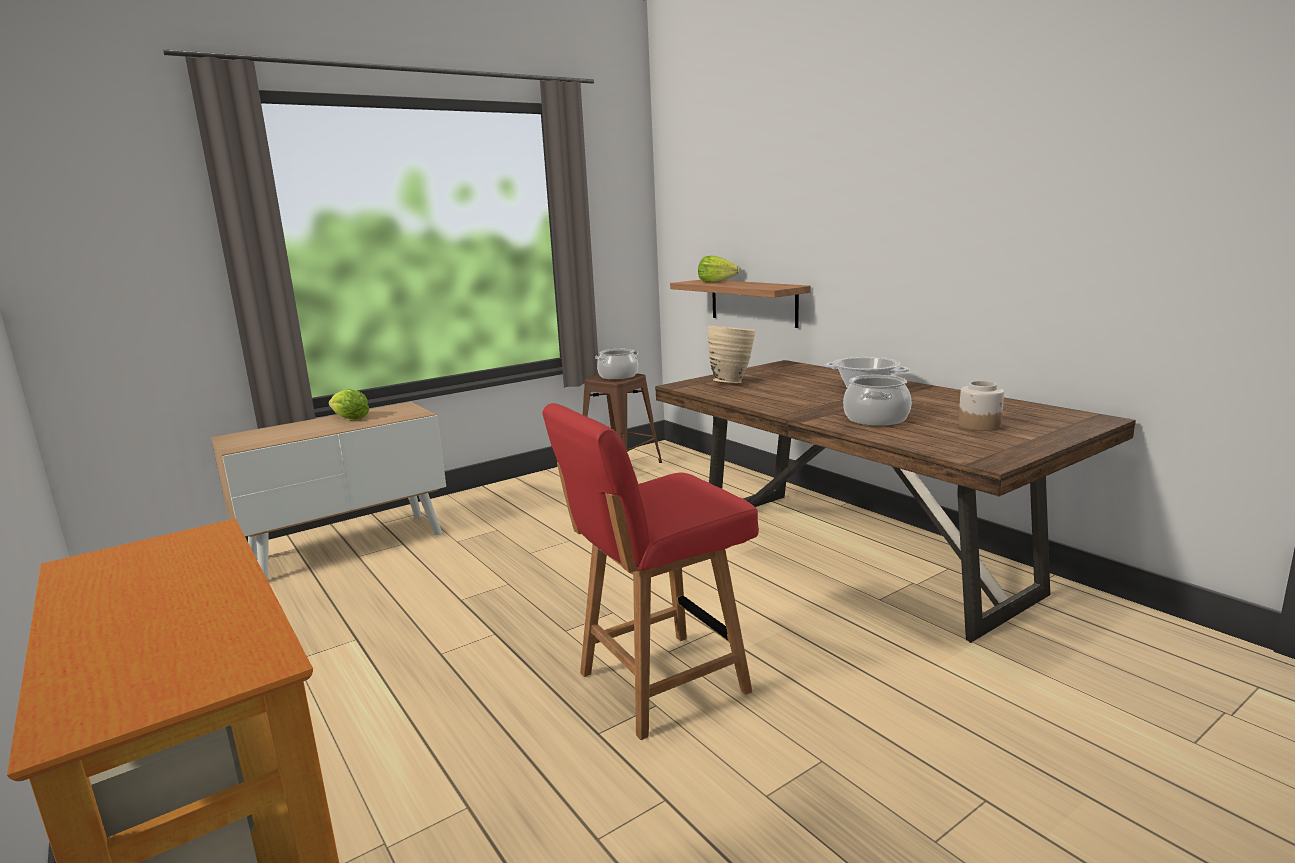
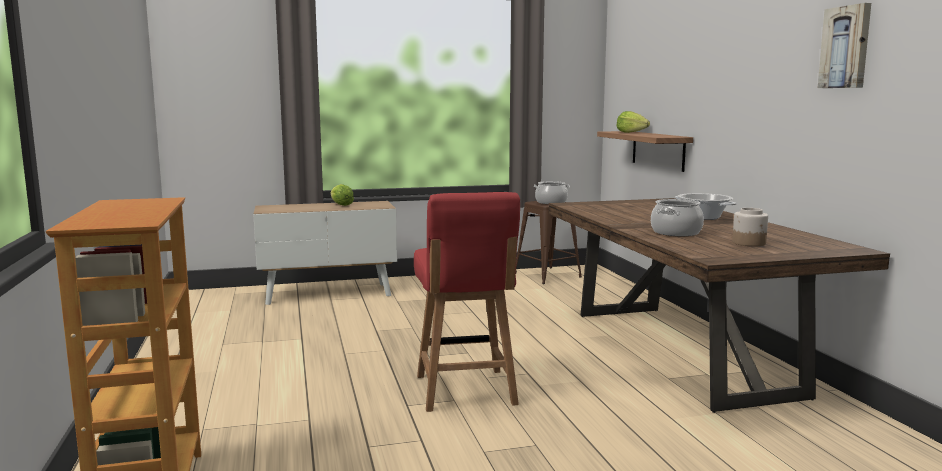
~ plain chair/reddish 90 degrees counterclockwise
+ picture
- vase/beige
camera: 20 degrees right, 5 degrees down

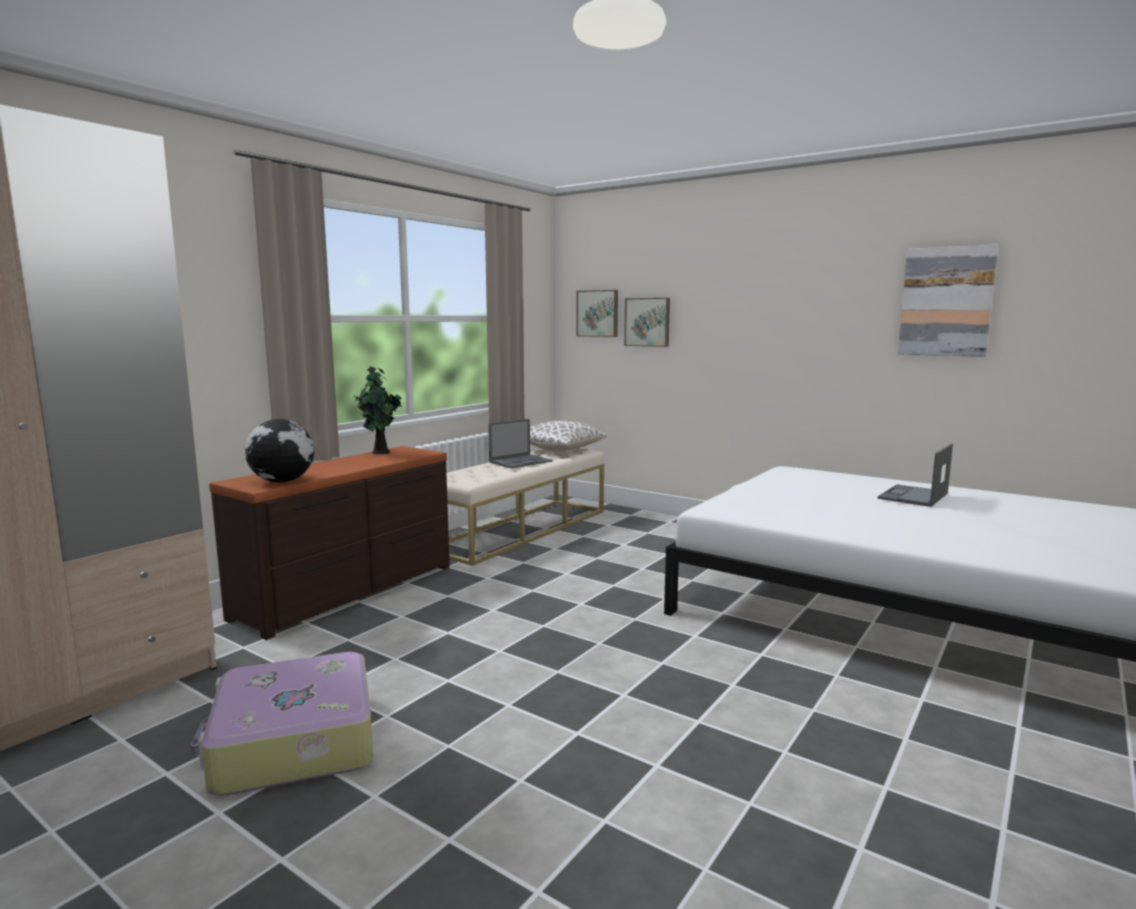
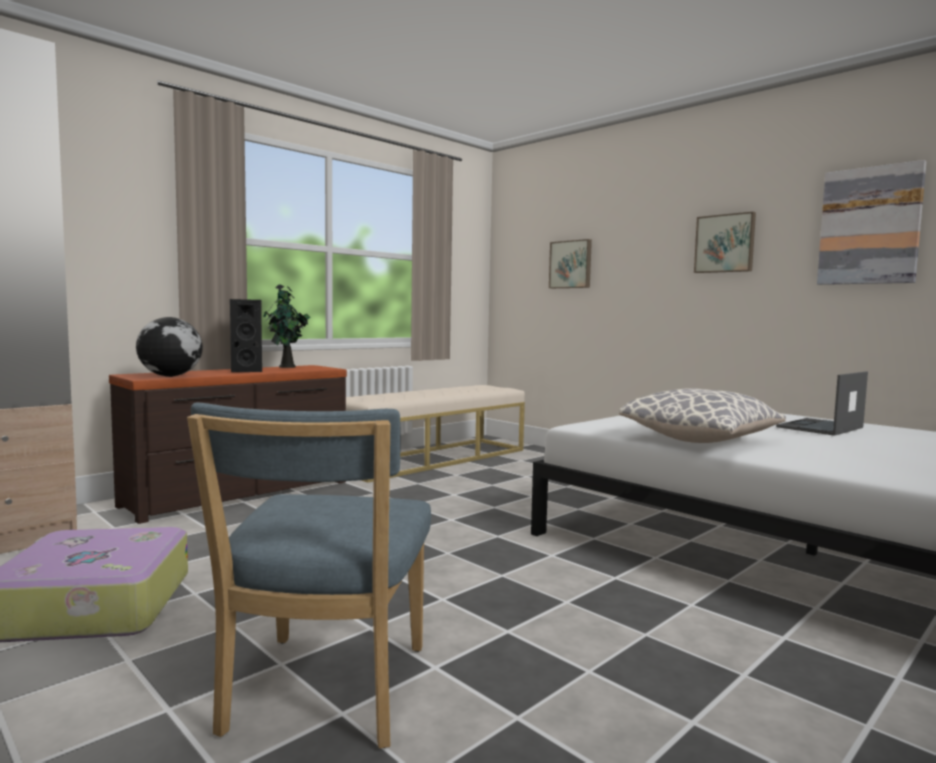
+ plain chair/blue-coloured
+ audio speaker/black-coloured
~ cushion
~ picture (1st from left in the first image) to picture (2nd from left)
- laptop (1st from left)
camera: 10 degrees right, 5 degrees down

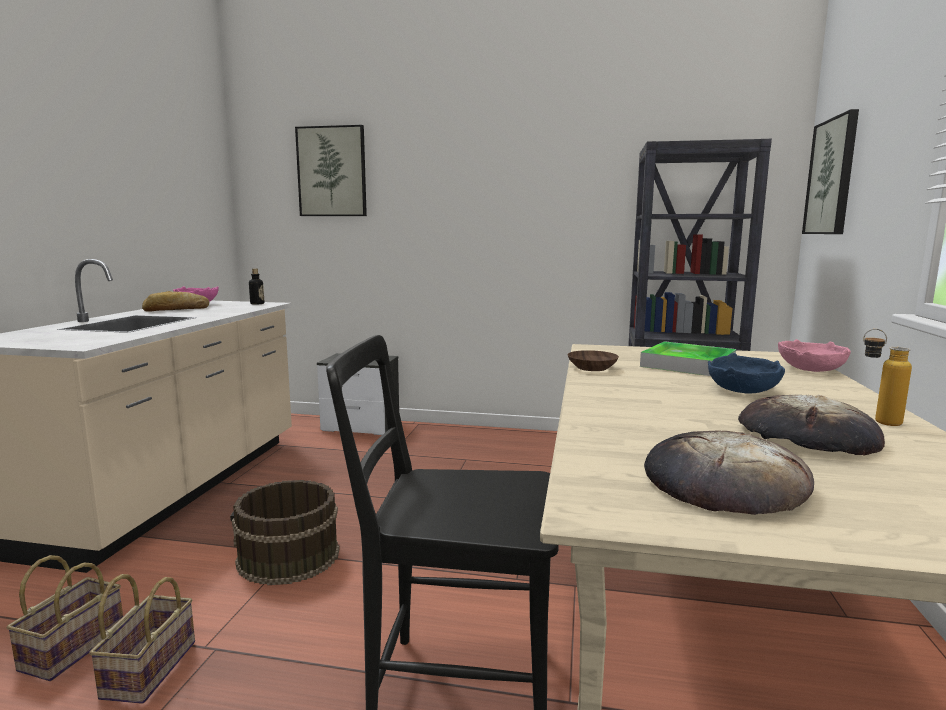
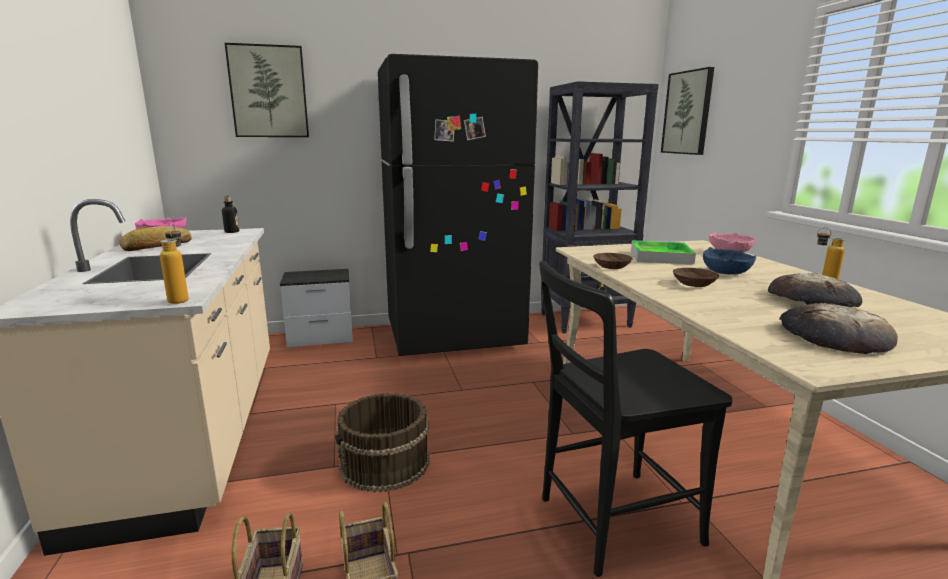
+ bottle (1st from left)
+ kitchen fridge/black-coloured
+ bowl/brown (2nd from left)
camera: 25 degrees left, 5 degrees up

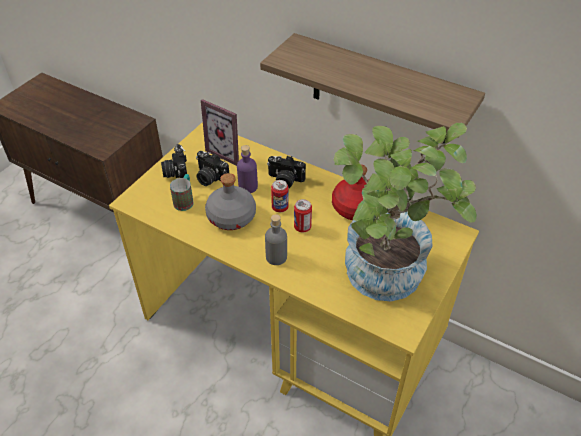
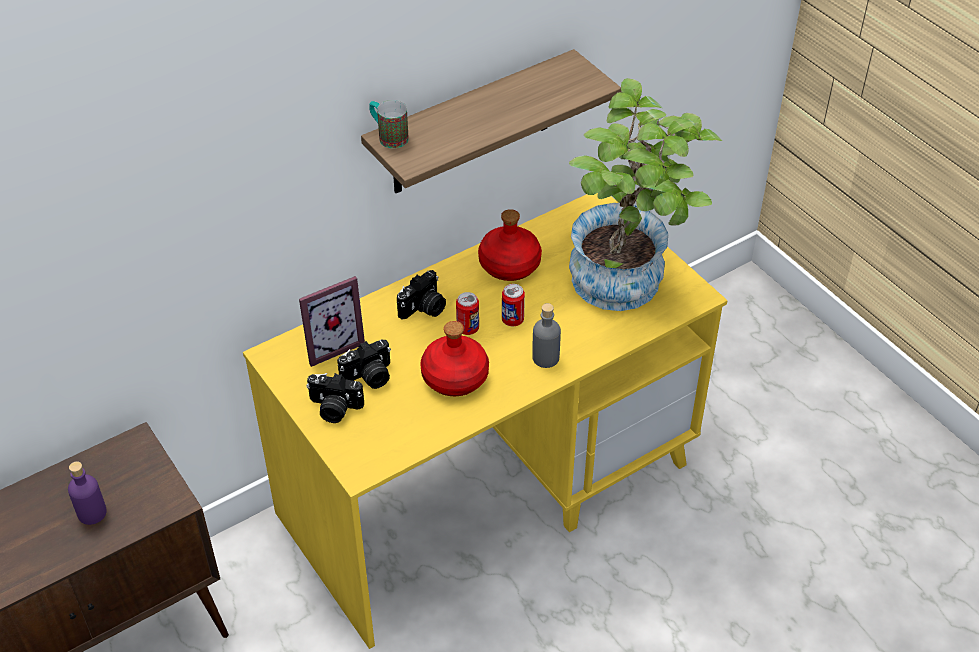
~ bottle/purple
~ mug
~ bottle/greyish (1st from left) to bottle/reddish (1st from left)
camera: 65 degrees left, 0 degrees up

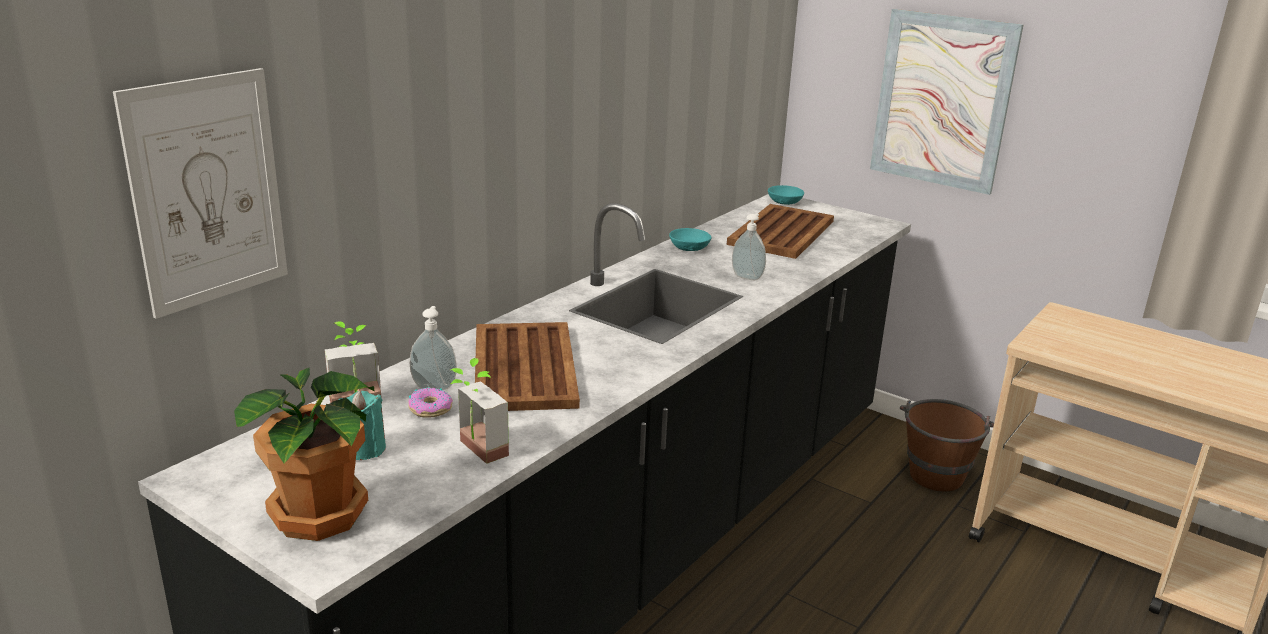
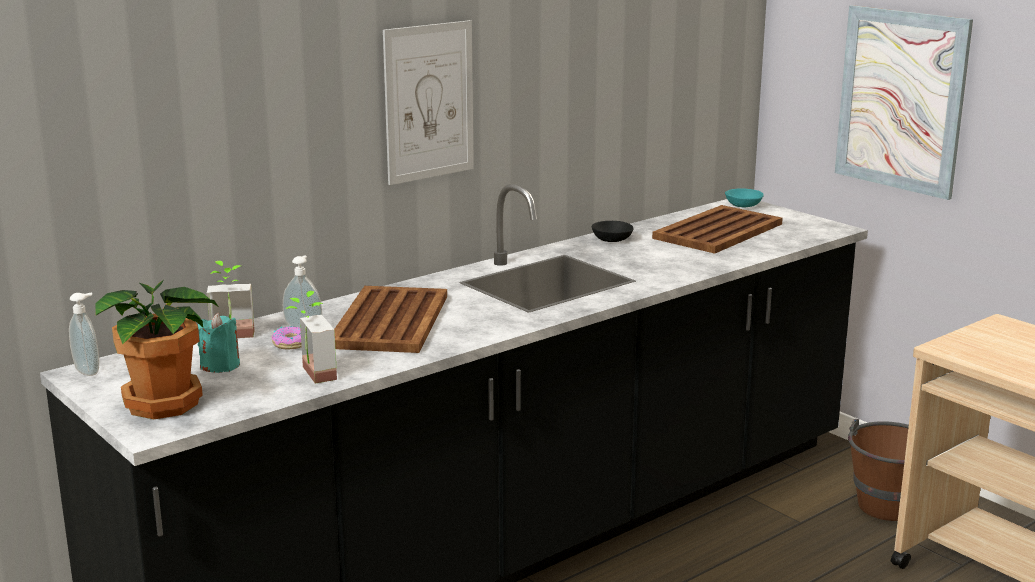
~ soap dispenser (2nd from left in the first image) to soap dispenser (1st from left)
~ picture (1st from left)
~ bowl/turquoise (1st from left) to bowl/black-coloured
camera: 15 degrees right, 5 degrees down

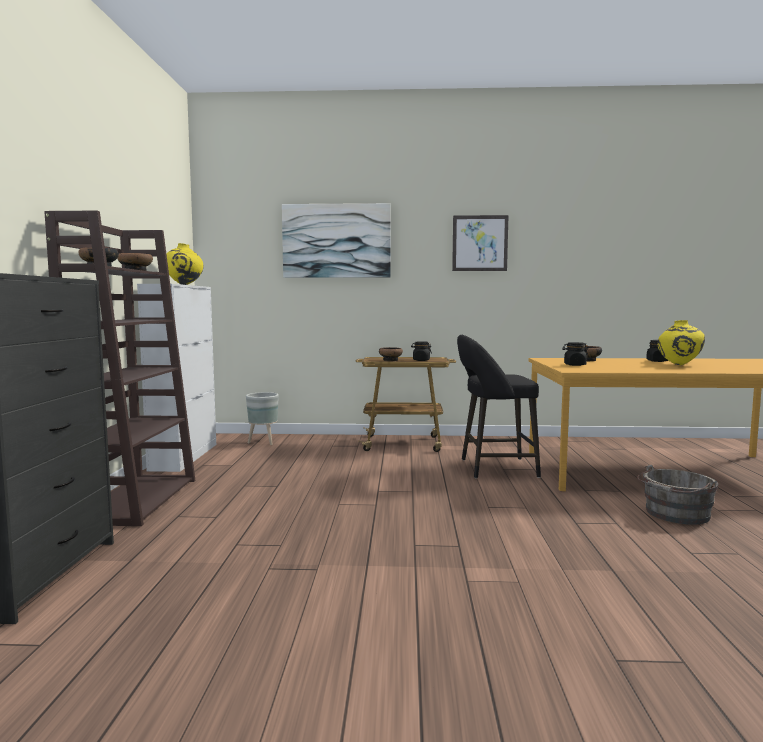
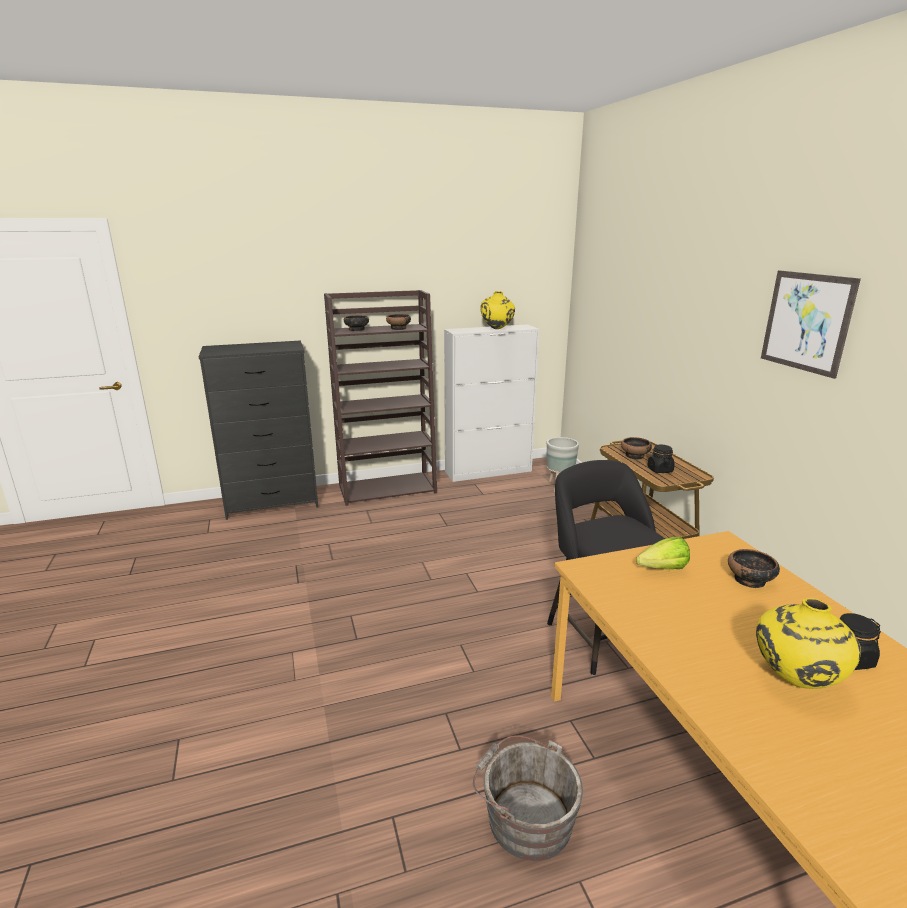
~ storage jar/black-coloured (2nd from left) to lettuce head
- picture (1st from left)
camera: 70 degrees right, 15 degrees up

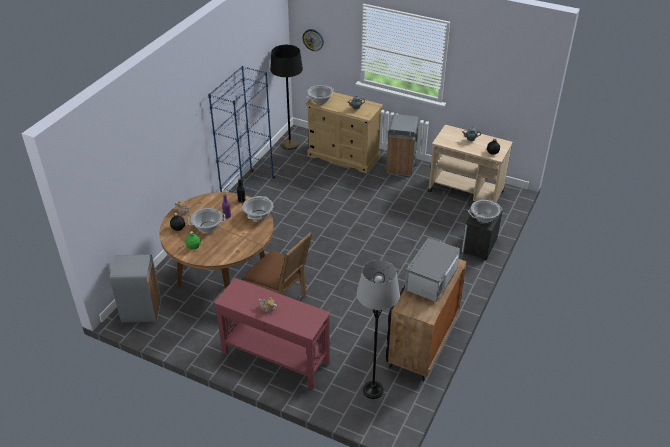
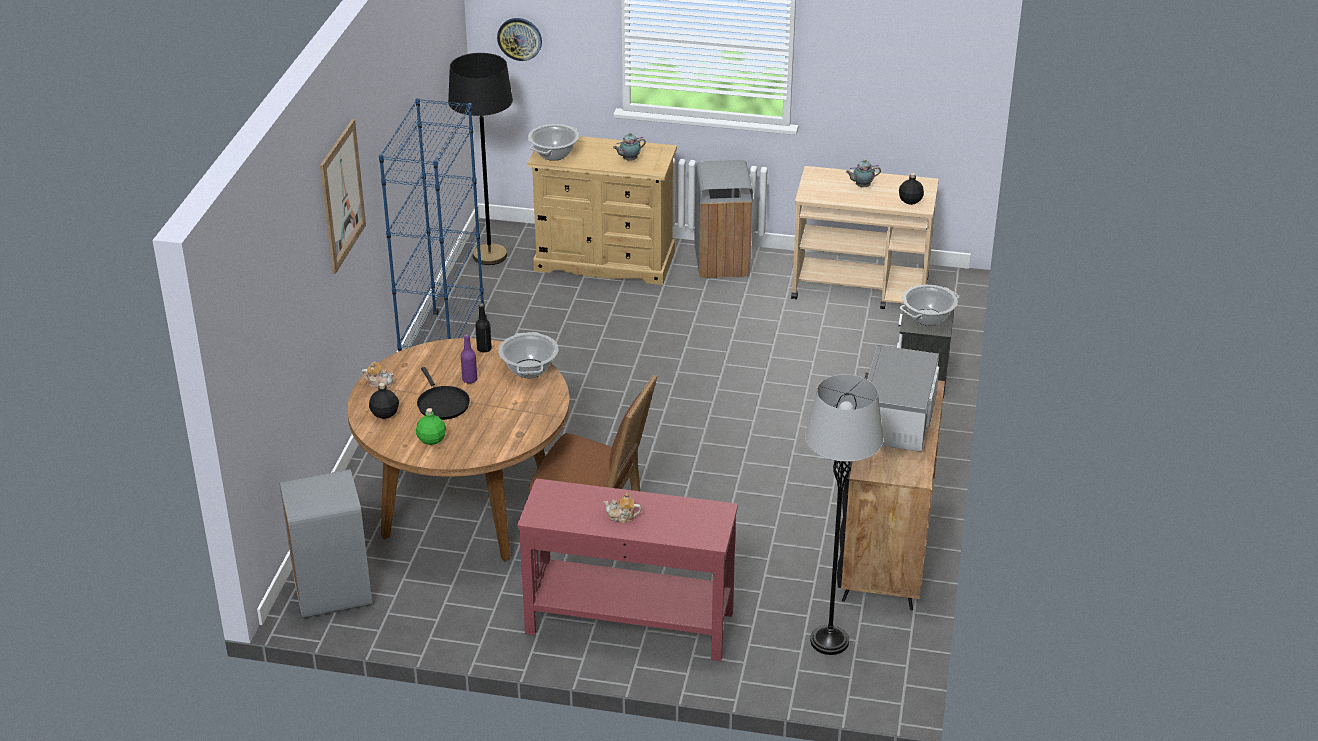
+ picture
~ stockpot (1st from left) to skillet/black-coloured
camera: 15 degrees left, 5 degrees down

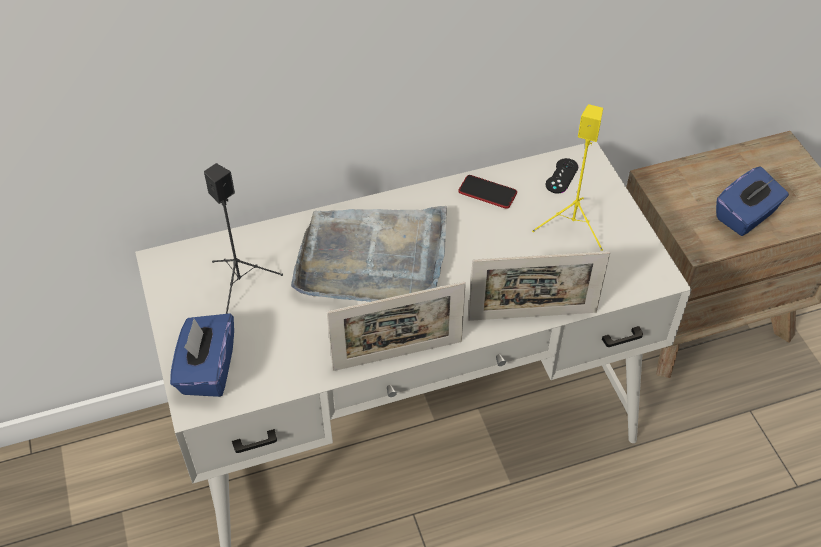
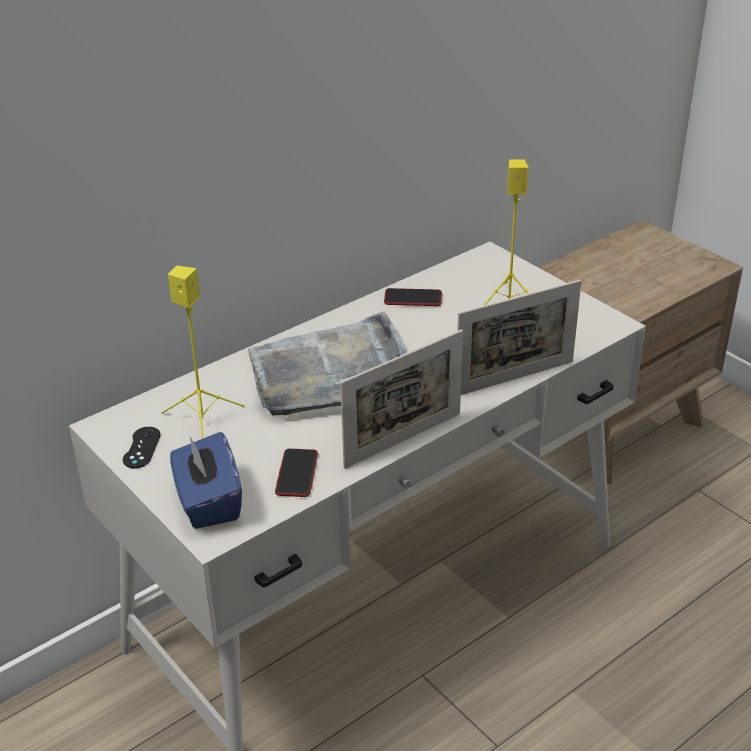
~ game controller/black-coloured
~ audio speaker/black-coloured to audio speaker/yellowish (1st from left)
+ phone (1st from left)
- tissue box/blue-coloured (2nd from left)
camera: 20 degrees left, 15 degrees down

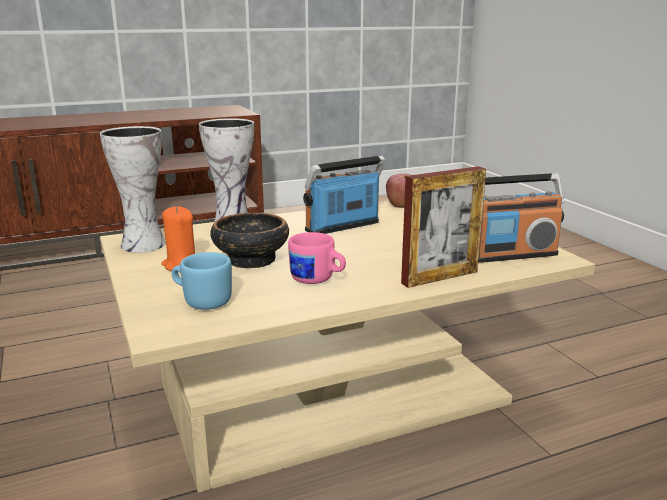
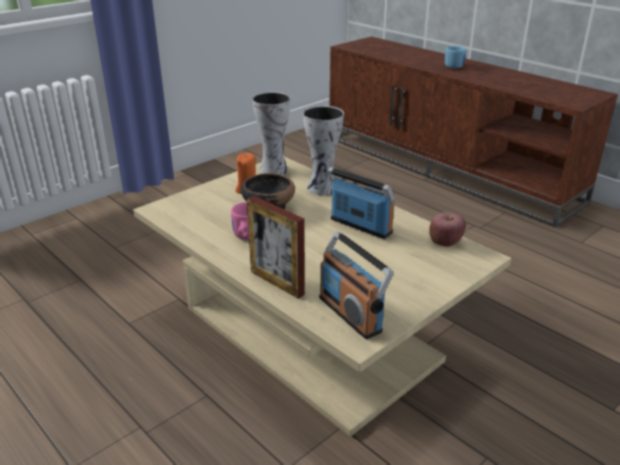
~ mug/blue-coloured
camera: 70 degrees right, 10 degrees up

